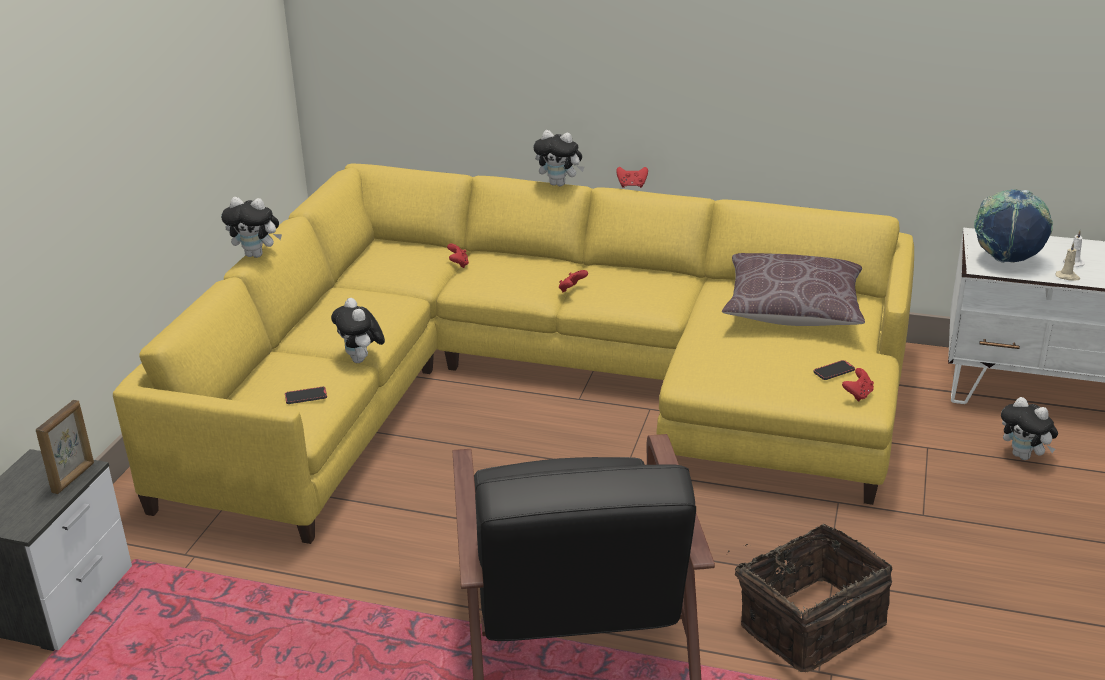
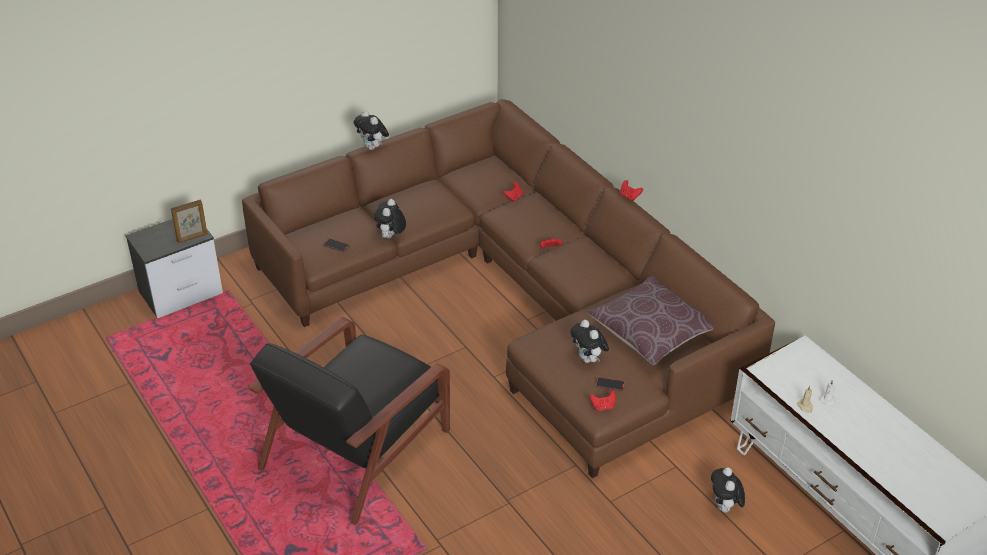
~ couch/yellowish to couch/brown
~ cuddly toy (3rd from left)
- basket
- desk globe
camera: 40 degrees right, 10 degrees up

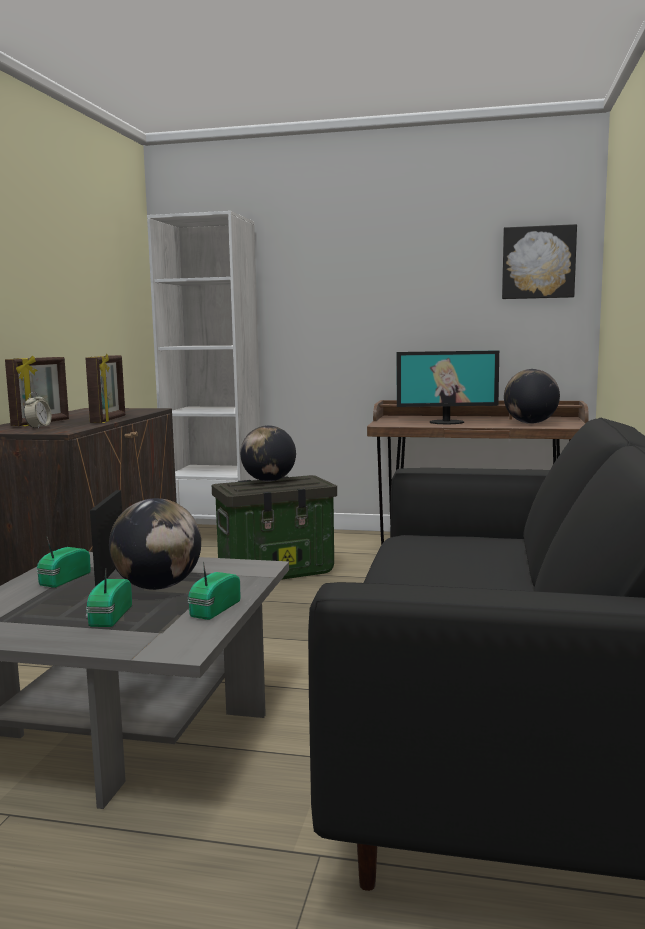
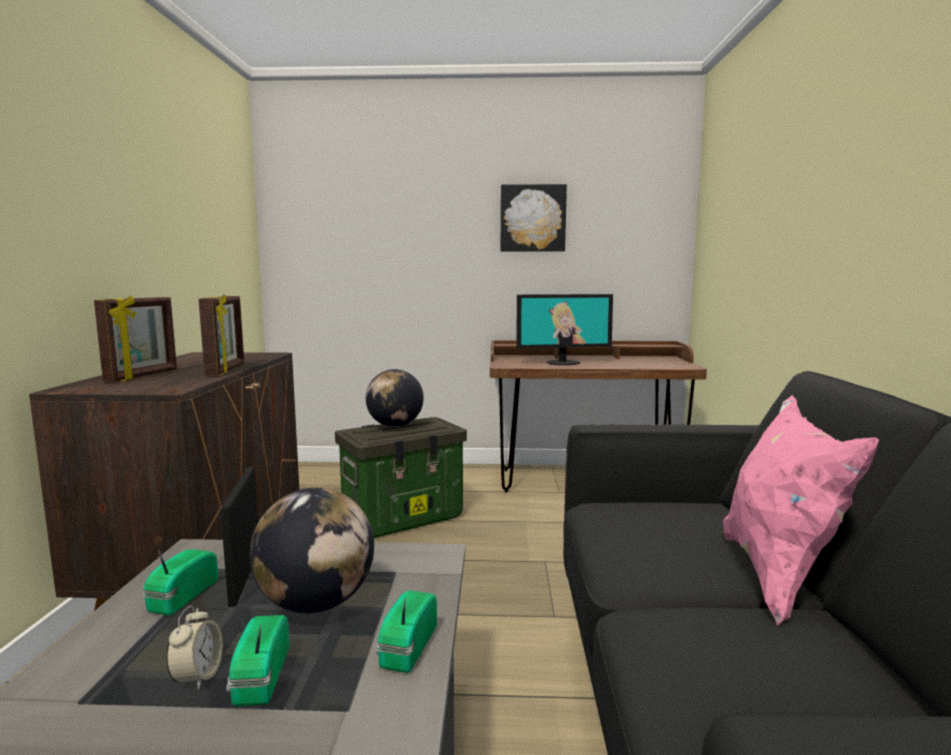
~ alarm clock
~ picture
+ cushion/pink-coloured
- shelving unit/white-coloured
- desk globe (3rd from left)
camera: 10 degrees left, 0 degrees up

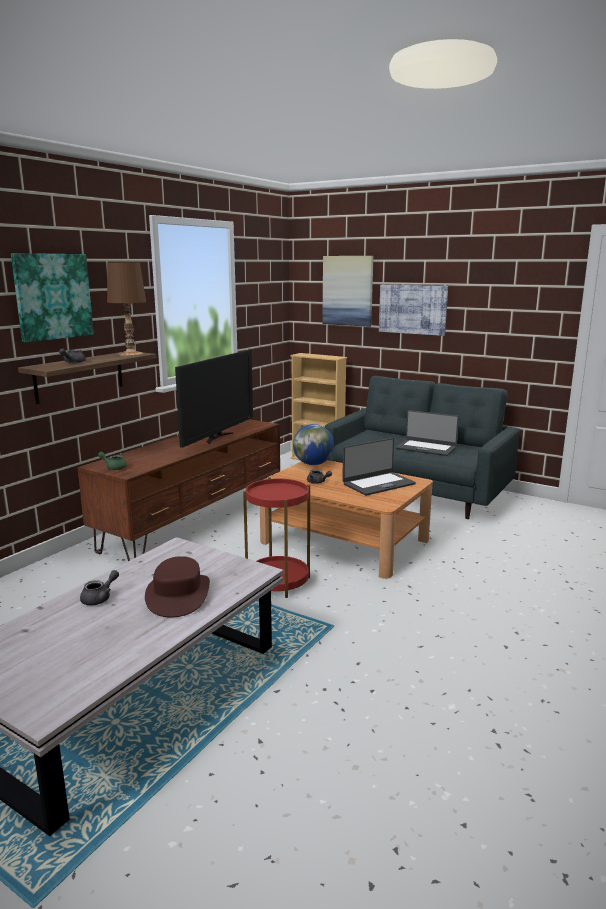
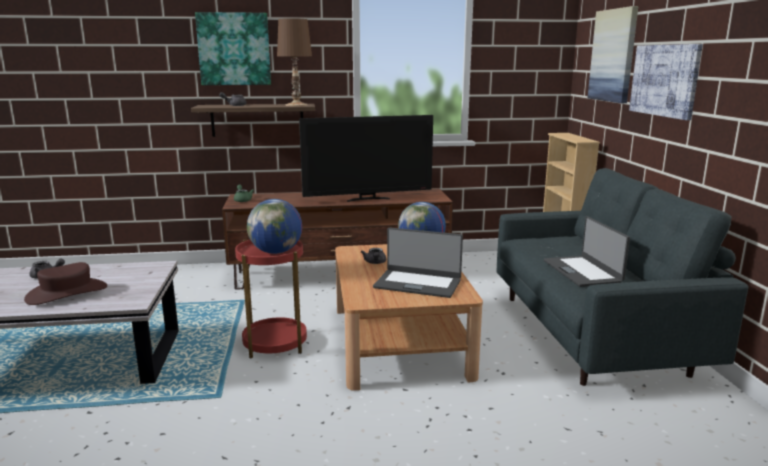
+ desk globe (1st from left)
camera: 50 degrees right, 0 degrees up

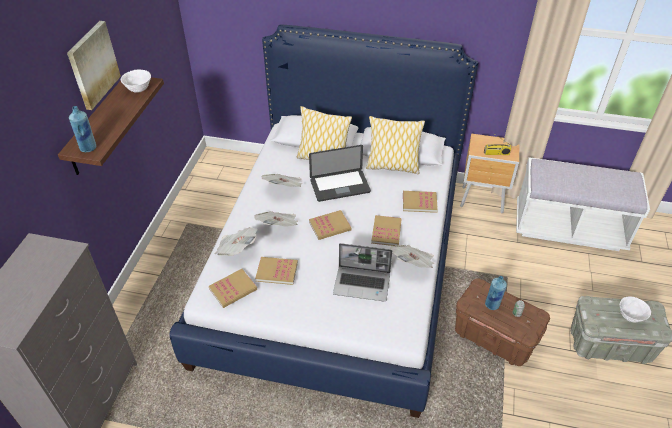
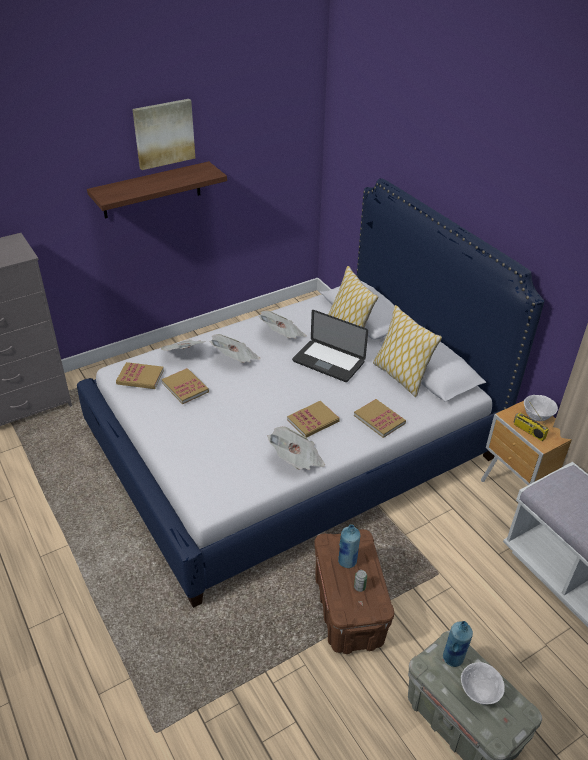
~ bottle/blue-coloured (1st from left in the first image) to bottle/blue-coloured (2nd from left)
~ bowl/white-coloured (1st from left in the first image) to bowl/white-coloured (2nd from left)
- bound book (3rd from left)
- laptop (2nd from left)
camera: 45 degrees right, 5 degrees down

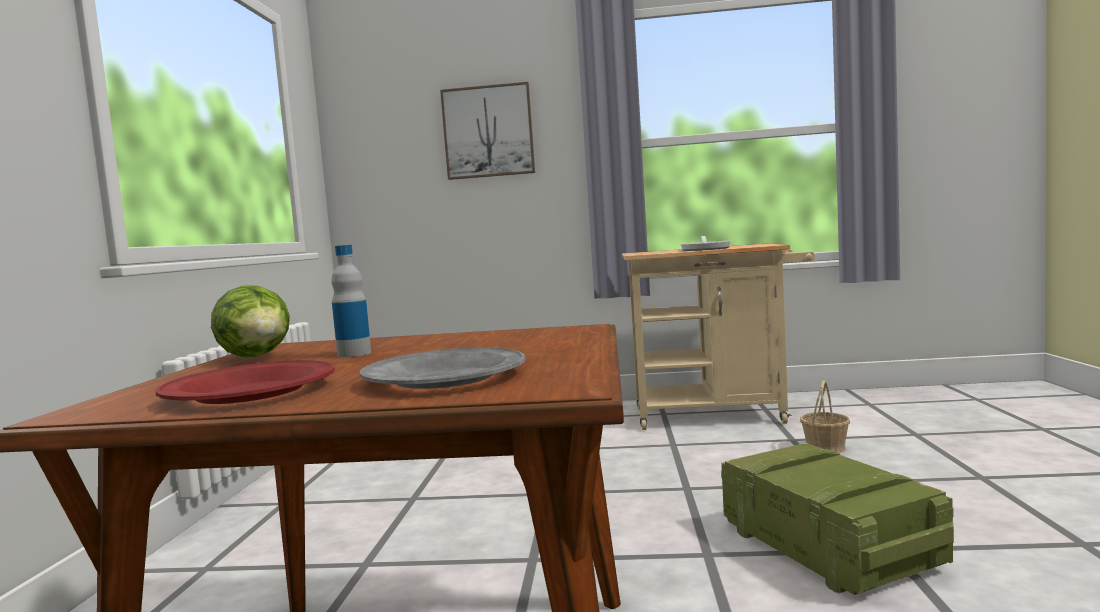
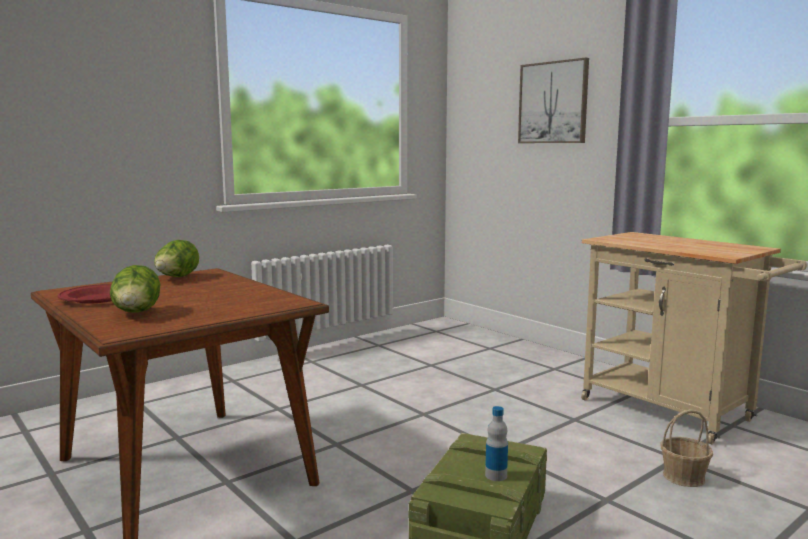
~ dinner plate/greyish to lettuce head (1st from left)
~ bottle
- skillet
camera: 45 degrees right, 5 degrees up

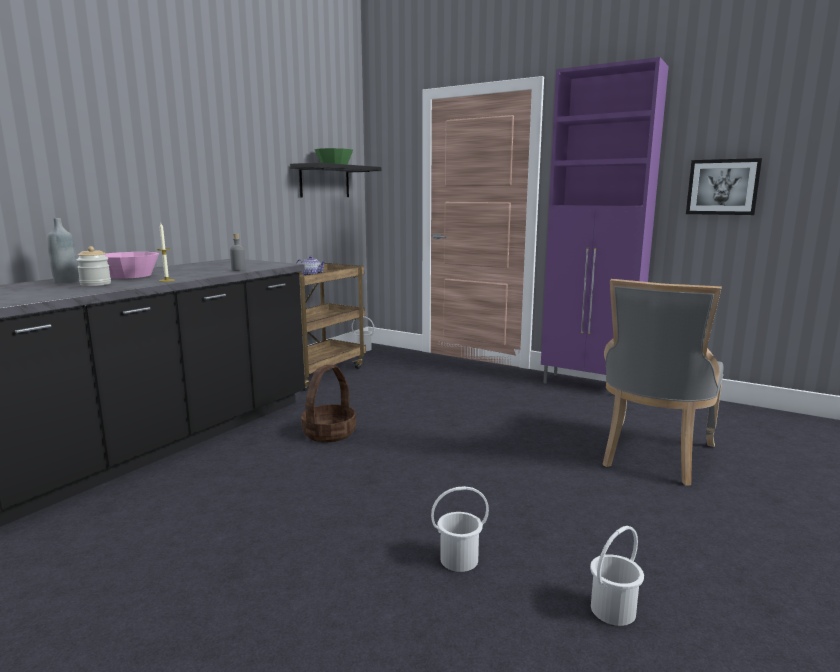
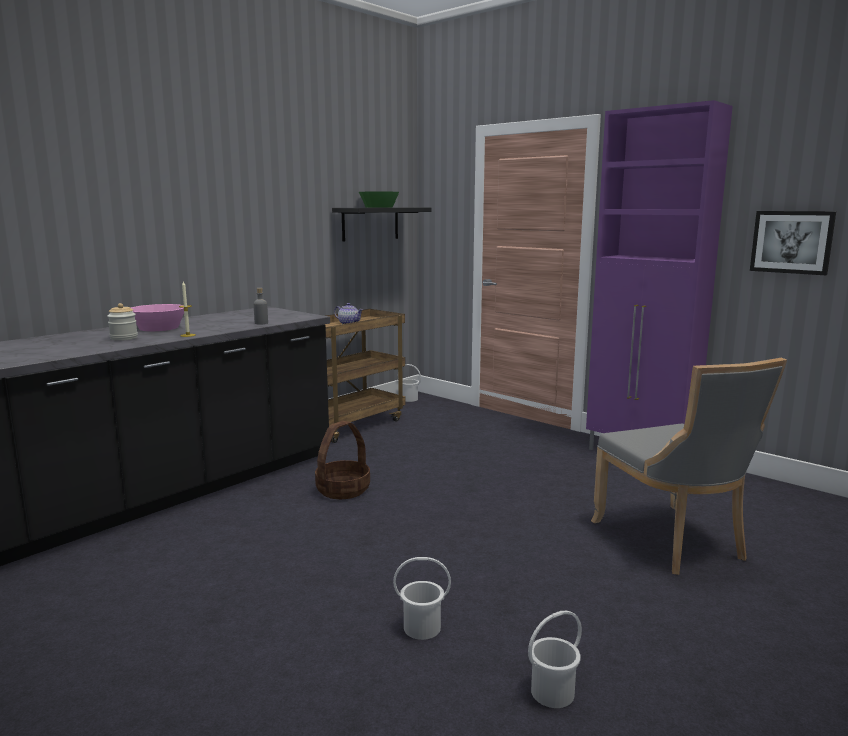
~ plain chair/greyish 60 degrees counterclockwise
- bottle/greyish (1st from left)
camera: 10 degrees right, 0 degrees up

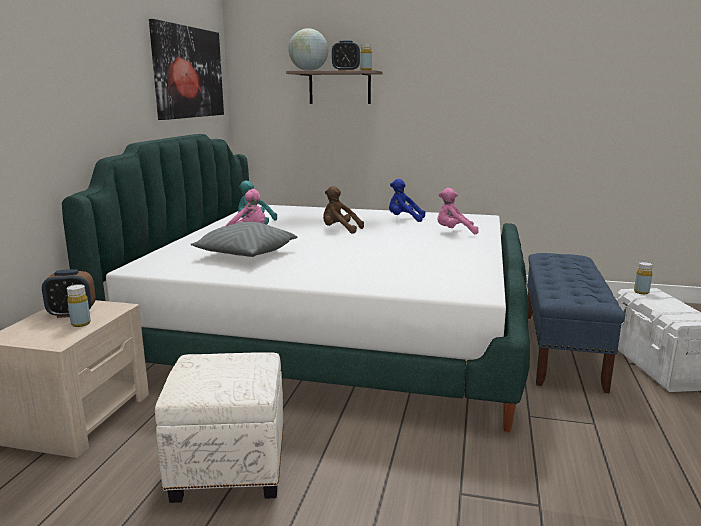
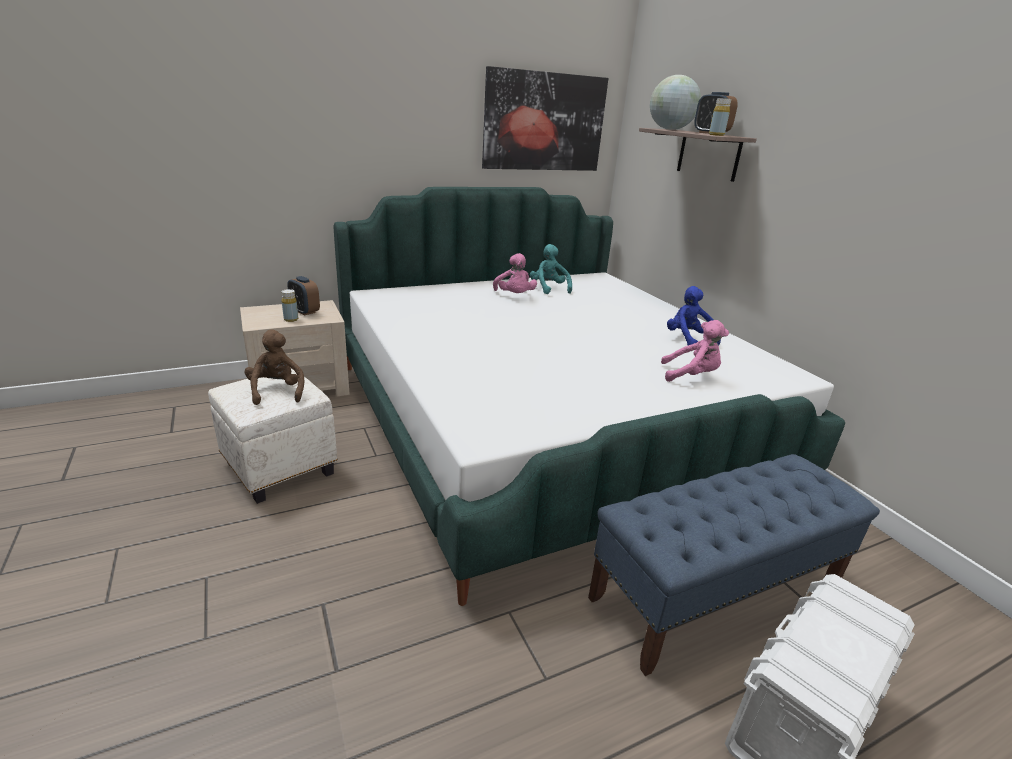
~ cuddly toy/brown
~ cuddly toy/pink-coloured (2nd from left) 135 degrees clockwise
- cushion/greyish
- bottle/yellowish (3rd from left)
camera: 50 degrees right, 10 degrees up

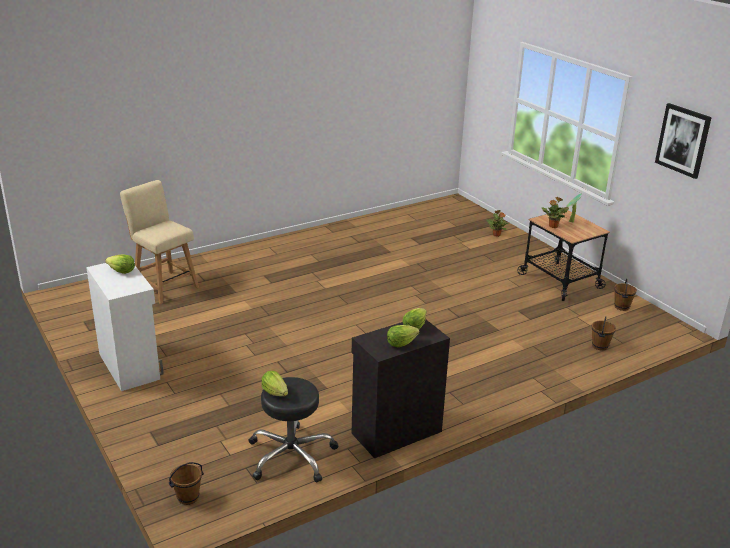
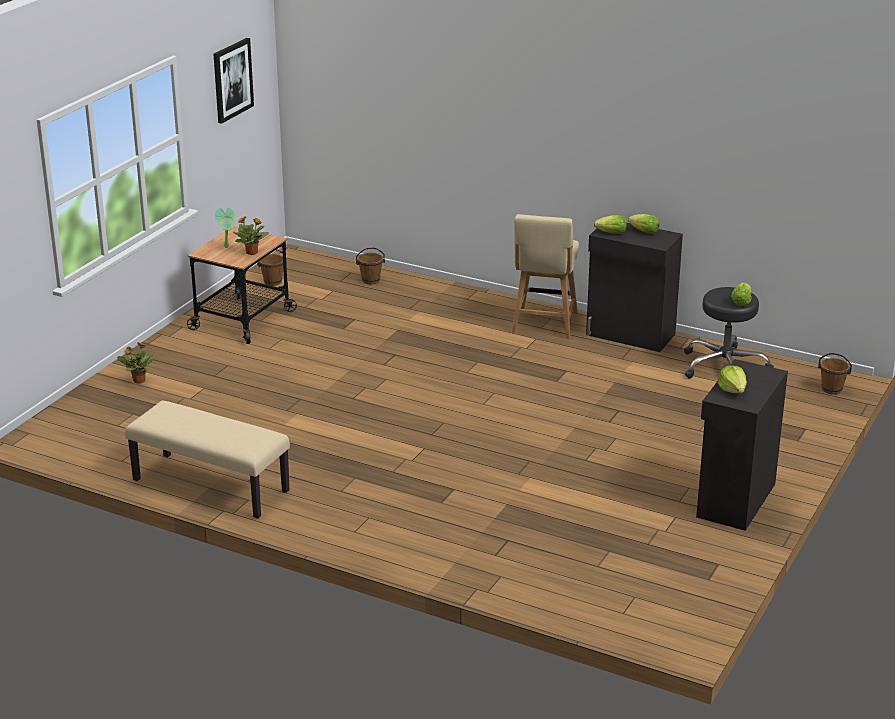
+ indoor bench/beige
~ plain chair/beige
~ storage cabinet/white-coloured to storage cabinet/black-coloured (2nd from left)
camera: 120 degrees left, 0 degrees up

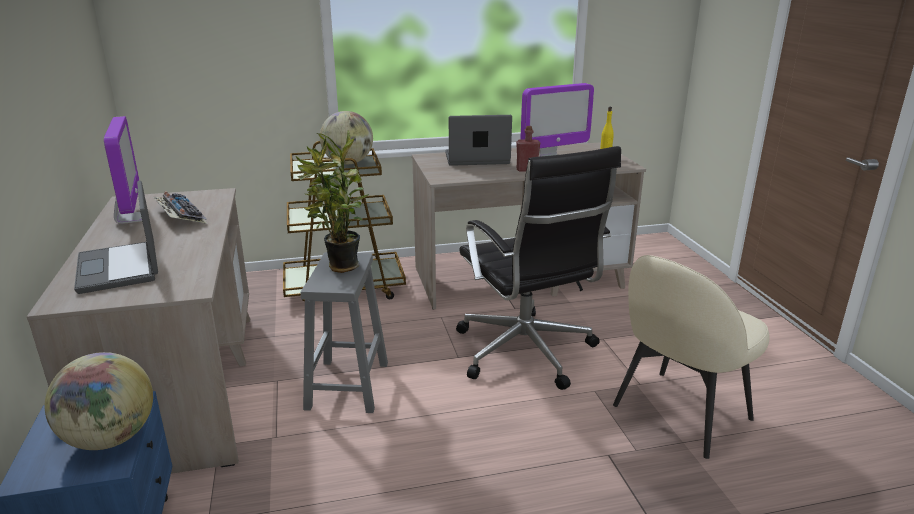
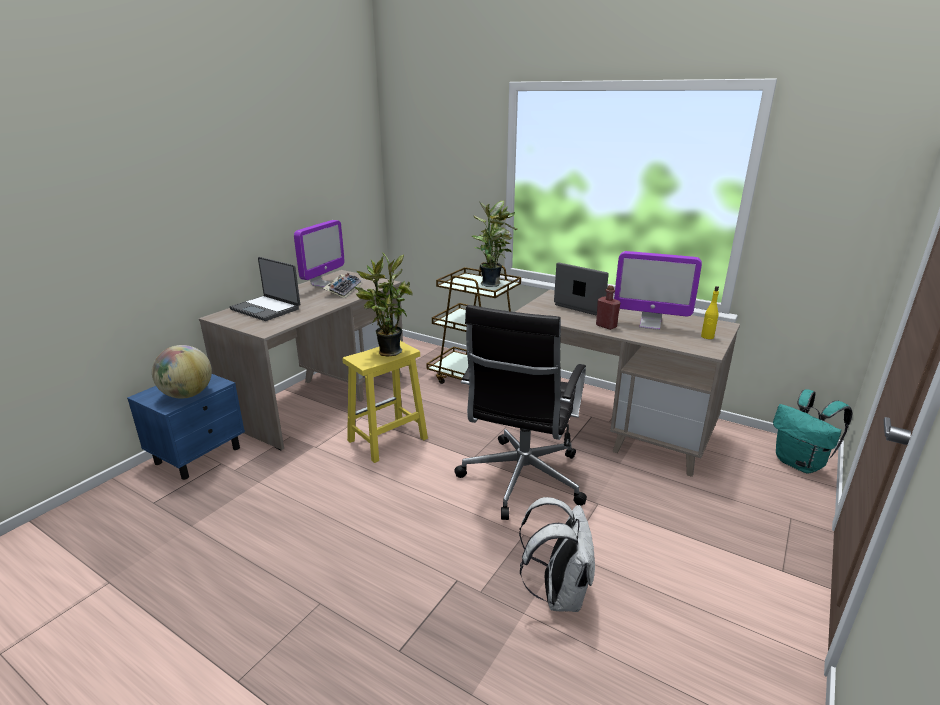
~ laptop (1st from left) 75 degrees counterclockwise
~ stool/greyish to stool/yellowish
~ desk globe (2nd from left) to plant in a pot (2nd from left)
~ plain chair/beige to knapsack/white-coloured
+ knapsack/turquoise
camera: 45 degrees right, 0 degrees up

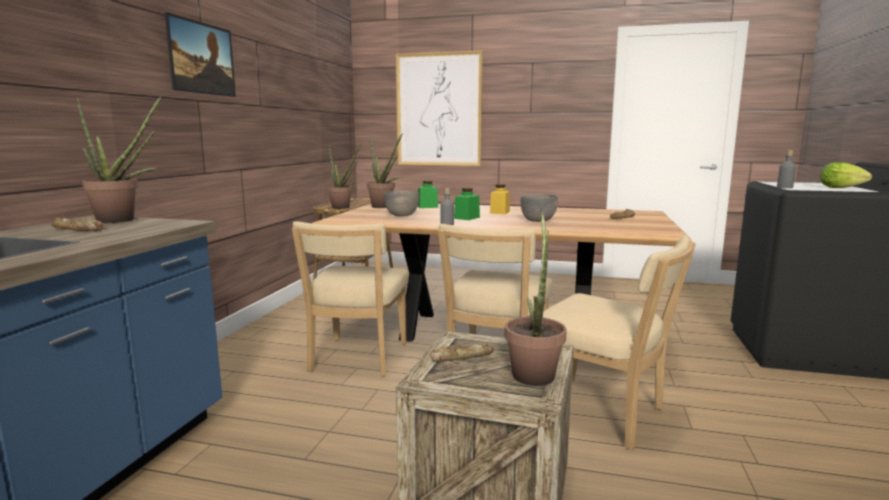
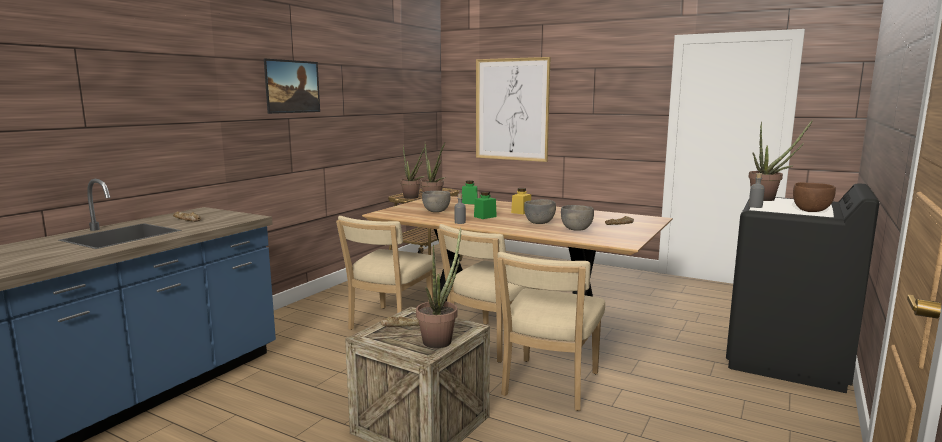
~ plain chair/beige (3rd from left) 60 degrees clockwise
+ bowl/greyish (3rd from left)
~ plant in a pot (1st from left in the first image) to plant in a pot (4th from left)
~ lettuce head to bowl/brown
camera: 15 degrees right, 0 degrees up

